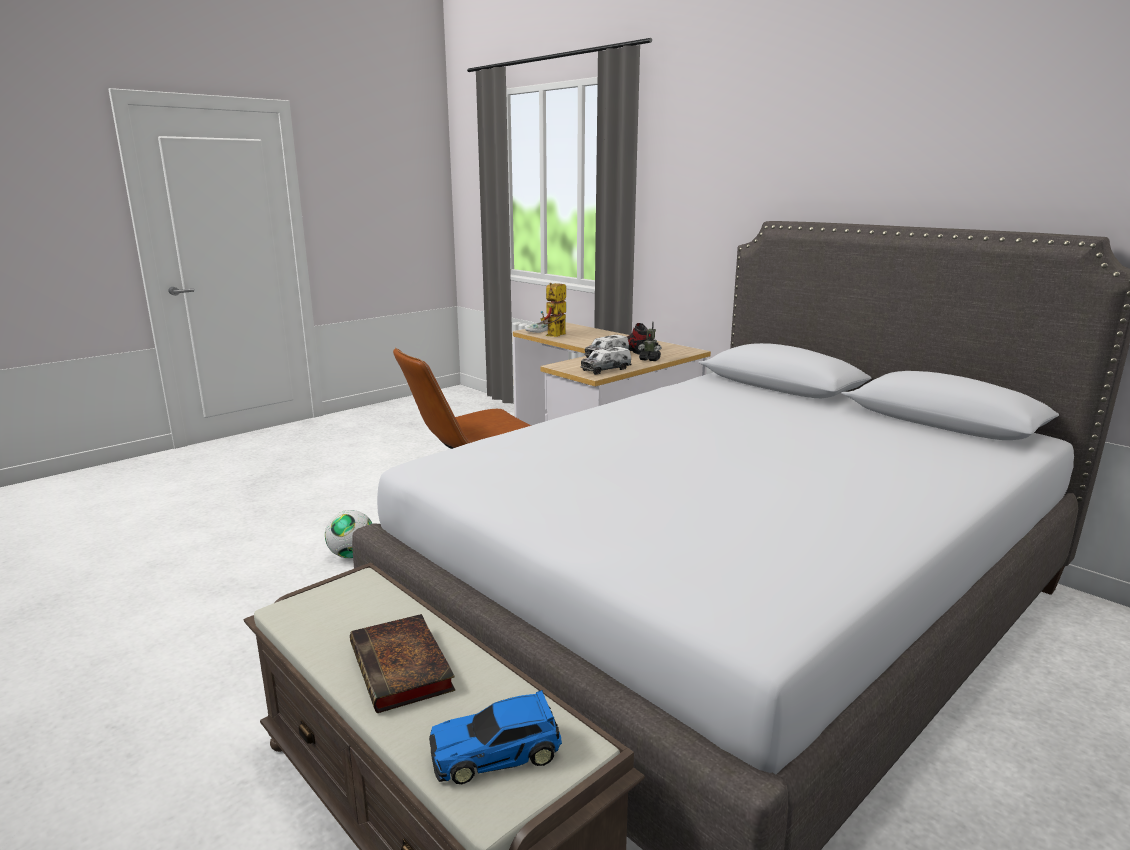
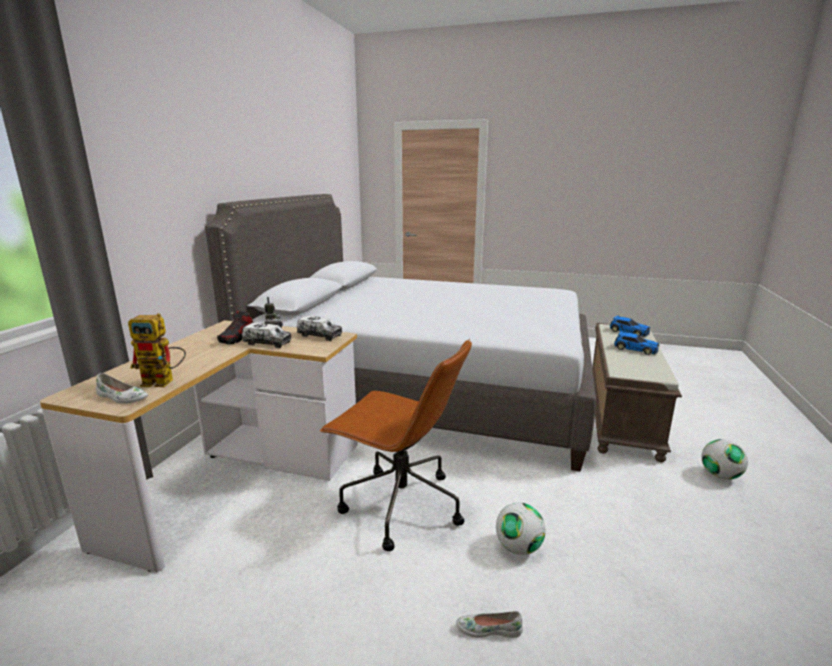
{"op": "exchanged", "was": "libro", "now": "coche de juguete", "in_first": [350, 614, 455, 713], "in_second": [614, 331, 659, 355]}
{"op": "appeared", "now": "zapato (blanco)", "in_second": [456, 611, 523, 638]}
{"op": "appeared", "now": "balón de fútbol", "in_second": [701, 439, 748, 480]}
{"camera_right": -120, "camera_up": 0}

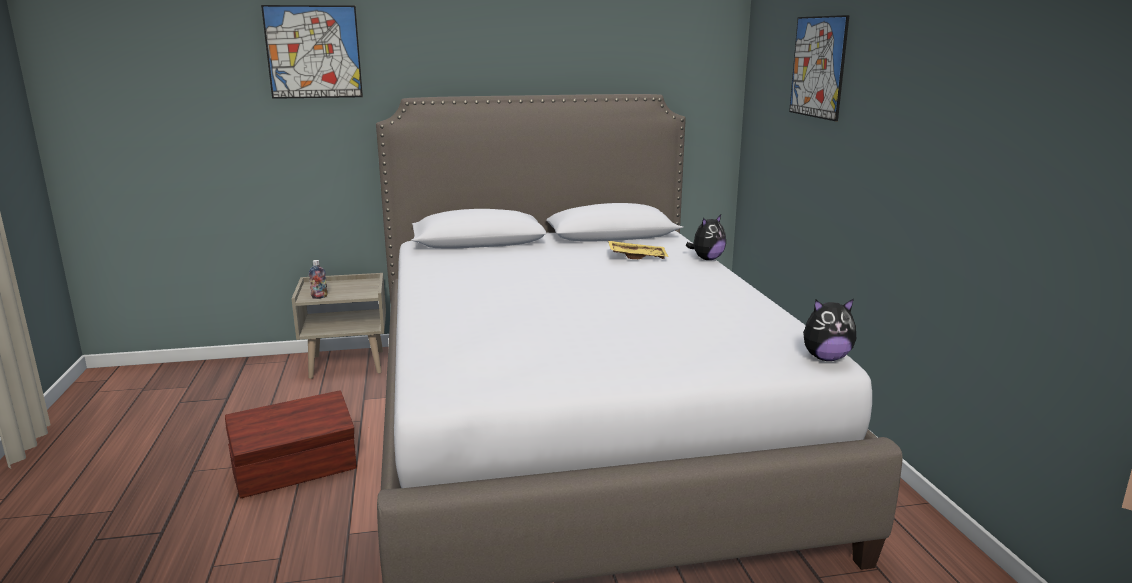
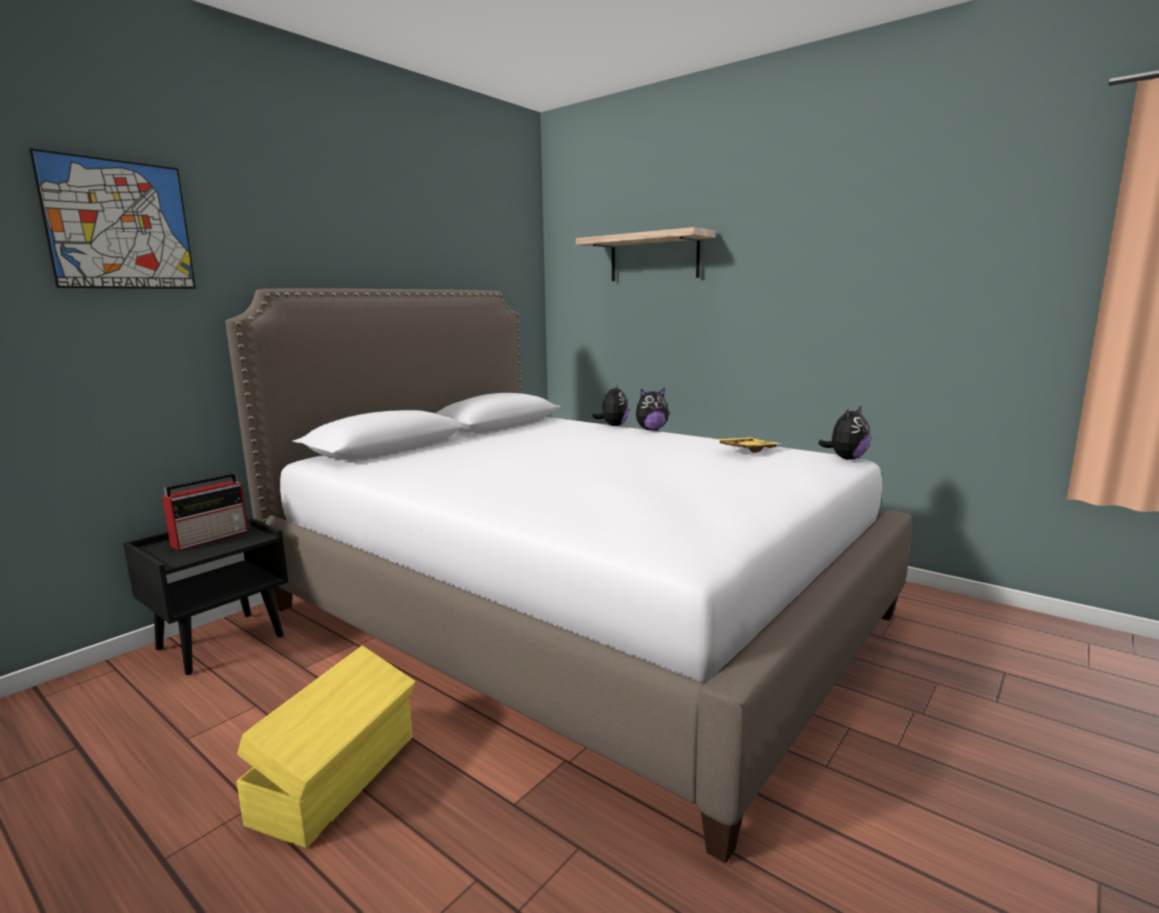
{"op": "colour", "was": "caja de almacenaje (marrón)", "now": "caja de almacenaje (amarillo)", "in_first": [225, 390, 357, 498], "in_second": [236, 646, 415, 848]}
{"op": "colour", "was": "mesita de noche (beis)", "now": "mesita de noche (negro)", "in_first": [291, 273, 386, 379], "in_second": [123, 516, 288, 675]}
{"op": "missing", "was": "botella", "in_first": [309, 260, 328, 299]}
{"op": "relocated", "was": "bandeja (amarillo)", "in_first": [608, 241, 669, 259], "in_second": [717, 437, 781, 453]}
{"op": "exchanged", "was": "cuadro", "now": "estante", "in_first": [789, 15, 849, 121], "in_second": [576, 227, 716, 281]}
{"op": "appeared", "now": "radio", "in_second": [162, 473, 248, 551]}
{"op": "appeared", "now": "peluche", "in_second": [636, 388, 669, 430]}
{"camera_right": -40, "camera_up": -5}

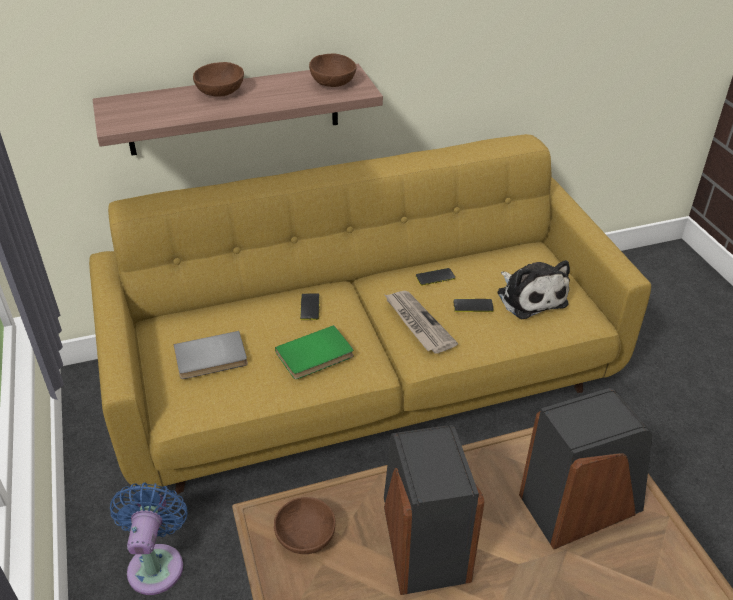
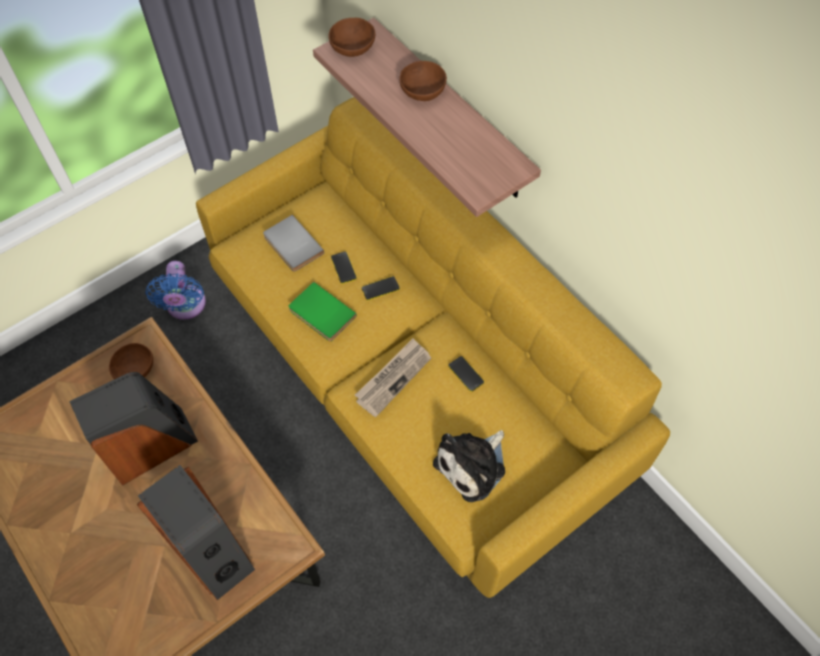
{"op": "spun", "was": "ventilador (azul)", "in_first": [110, 482, 188, 595], "in_second": [145, 261, 206, 320], "clockwise": 105}
{"op": "relocated", "was": "cuenco (marrón)", "in_first": [309, 53, 356, 87], "in_second": [328, 18, 375, 57]}
{"op": "relocated", "was": "móvil", "in_first": [453, 299, 494, 312], "in_second": [331, 252, 357, 284]}
{"camera_right": 70, "camera_up": 20}

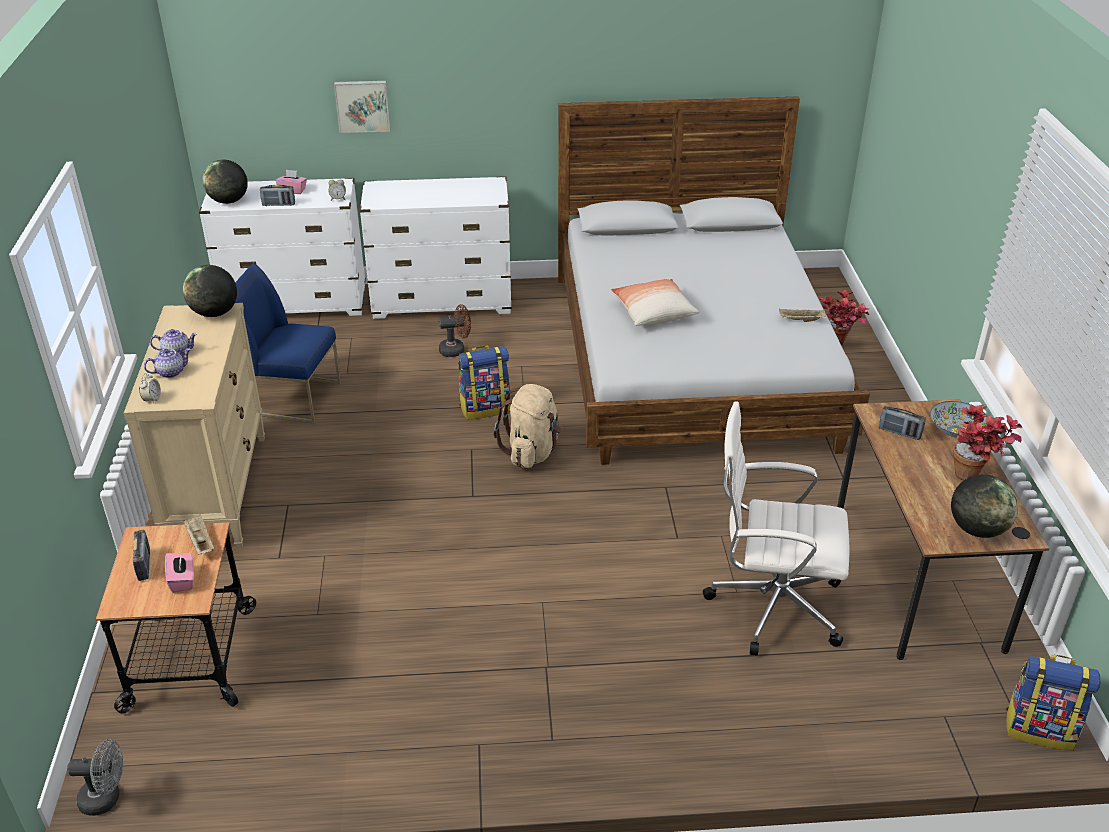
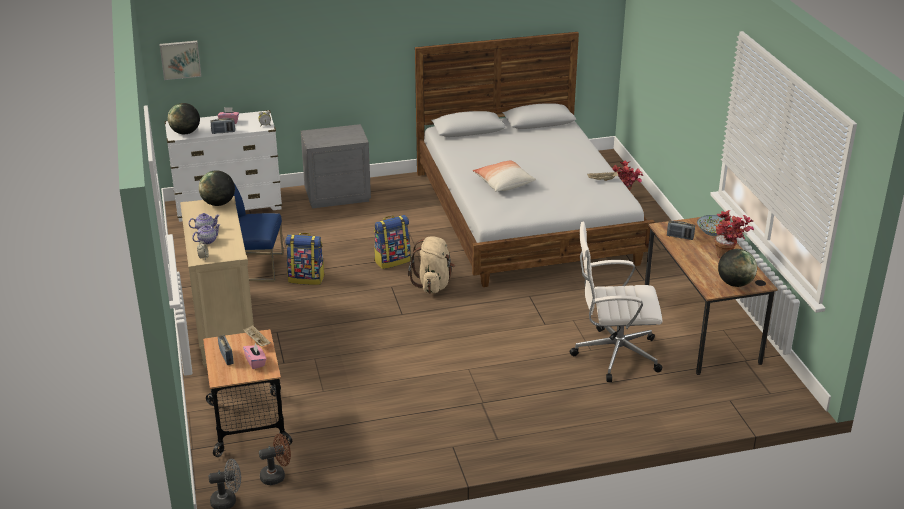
{"op": "relocated", "was": "cuadro", "in_first": [334, 81, 390, 133], "in_second": [159, 41, 202, 80]}
{"op": "exchanged", "was": "cómoda (blanco)", "now": "mesita de noche (gris)", "in_first": [360, 176, 512, 319], "in_second": [301, 124, 371, 208]}
{"op": "relocated", "was": "ventilador (marrón)", "in_first": [439, 304, 471, 357], "in_second": [259, 434, 291, 485]}
{"op": "relocated", "was": "mochila", "in_first": [1006, 654, 1101, 751], "in_second": [285, 233, 325, 285]}
{"camera_right": -10, "camera_up": -5}

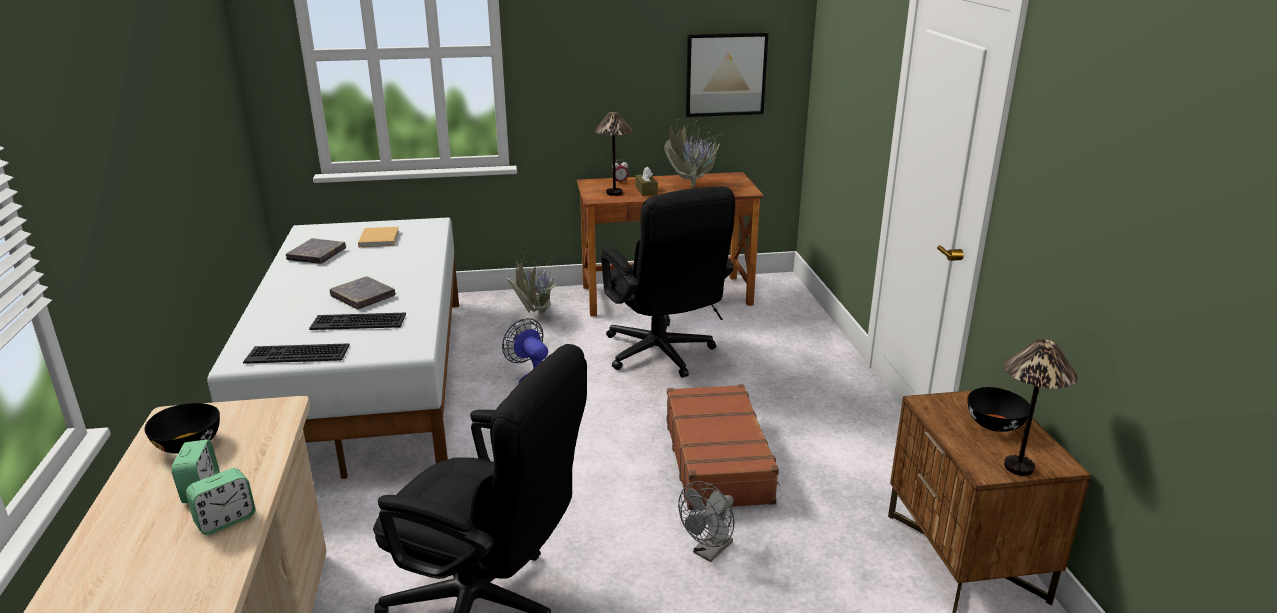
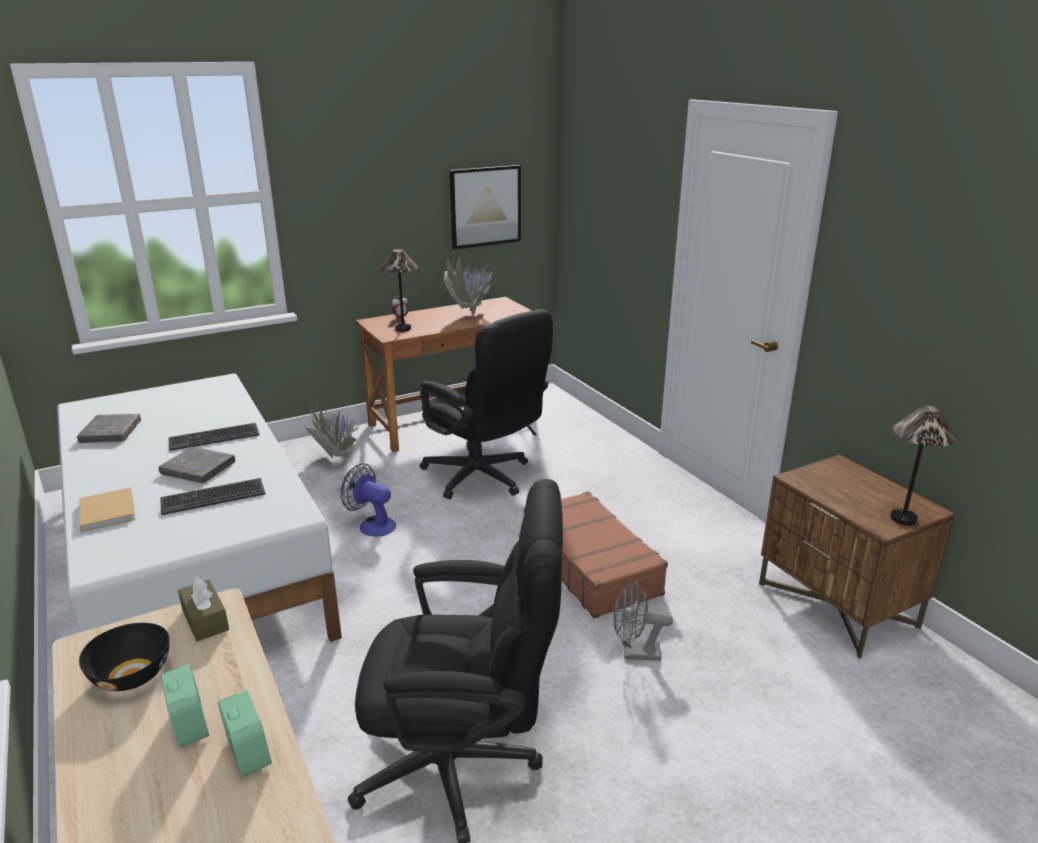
{"op": "spun", "was": "despertador", "in_first": [186, 468, 256, 535], "in_second": [218, 689, 271, 777], "clockwise": -60}
{"op": "relocated", "was": "teclado", "in_first": [243, 343, 350, 364], "in_second": [169, 423, 260, 451]}
{"op": "relocated", "was": "libro (beis)", "in_first": [358, 227, 399, 247], "in_second": [79, 487, 135, 532]}
{"op": "relocated", "was": "caja de pañuelos (marrón)", "in_first": [635, 166, 658, 196], "in_second": [178, 576, 229, 642]}
{"op": "spun", "was": "ventilador (gris)", "in_first": [678, 481, 735, 562], "in_second": [614, 581, 673, 661], "clockwise": 75}
{"op": "missing", "was": "cuenco (negro)", "in_first": [968, 387, 1030, 432]}
{"camera_right": -20, "camera_up": 0}

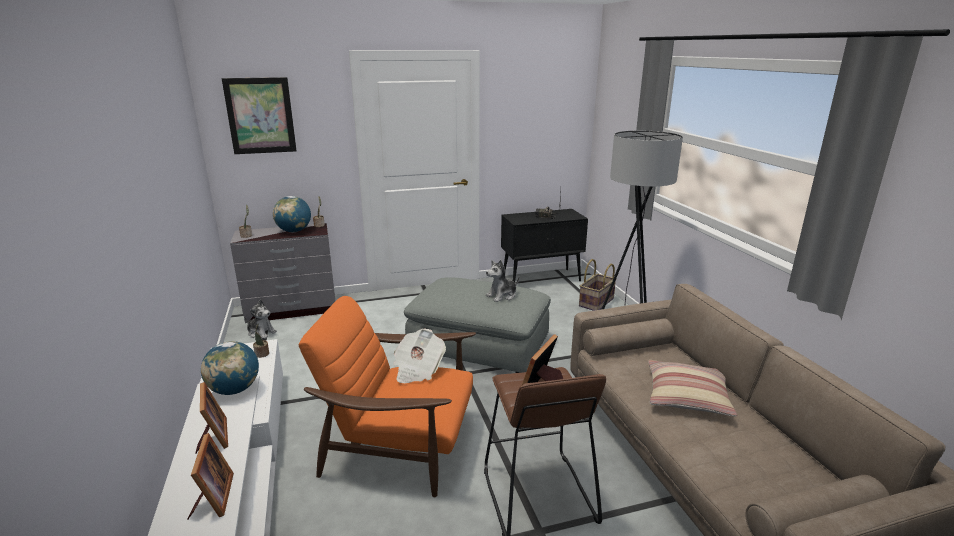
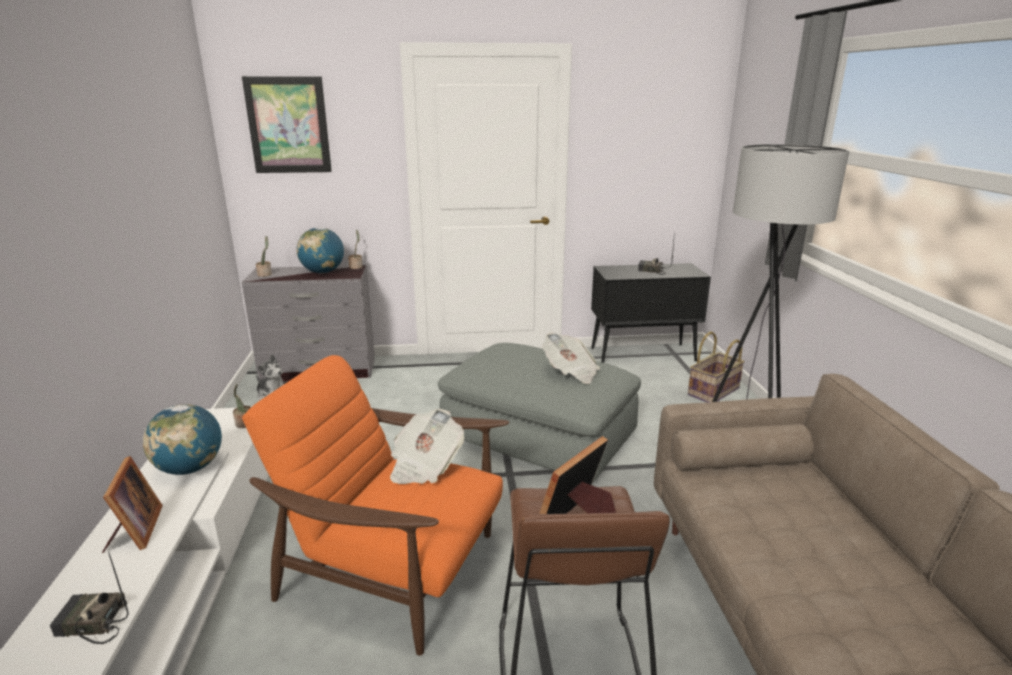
{"op": "exchanged", "was": "portarretratos", "now": "radio", "in_first": [187, 433, 234, 520], "in_second": [50, 552, 129, 644]}
{"op": "exchanged", "was": "peluche", "now": "periódico", "in_first": [486, 260, 519, 302], "in_second": [542, 333, 600, 384]}
{"op": "missing", "was": "cojín", "in_first": [648, 360, 737, 416]}
{"camera_right": 10, "camera_up": 0}

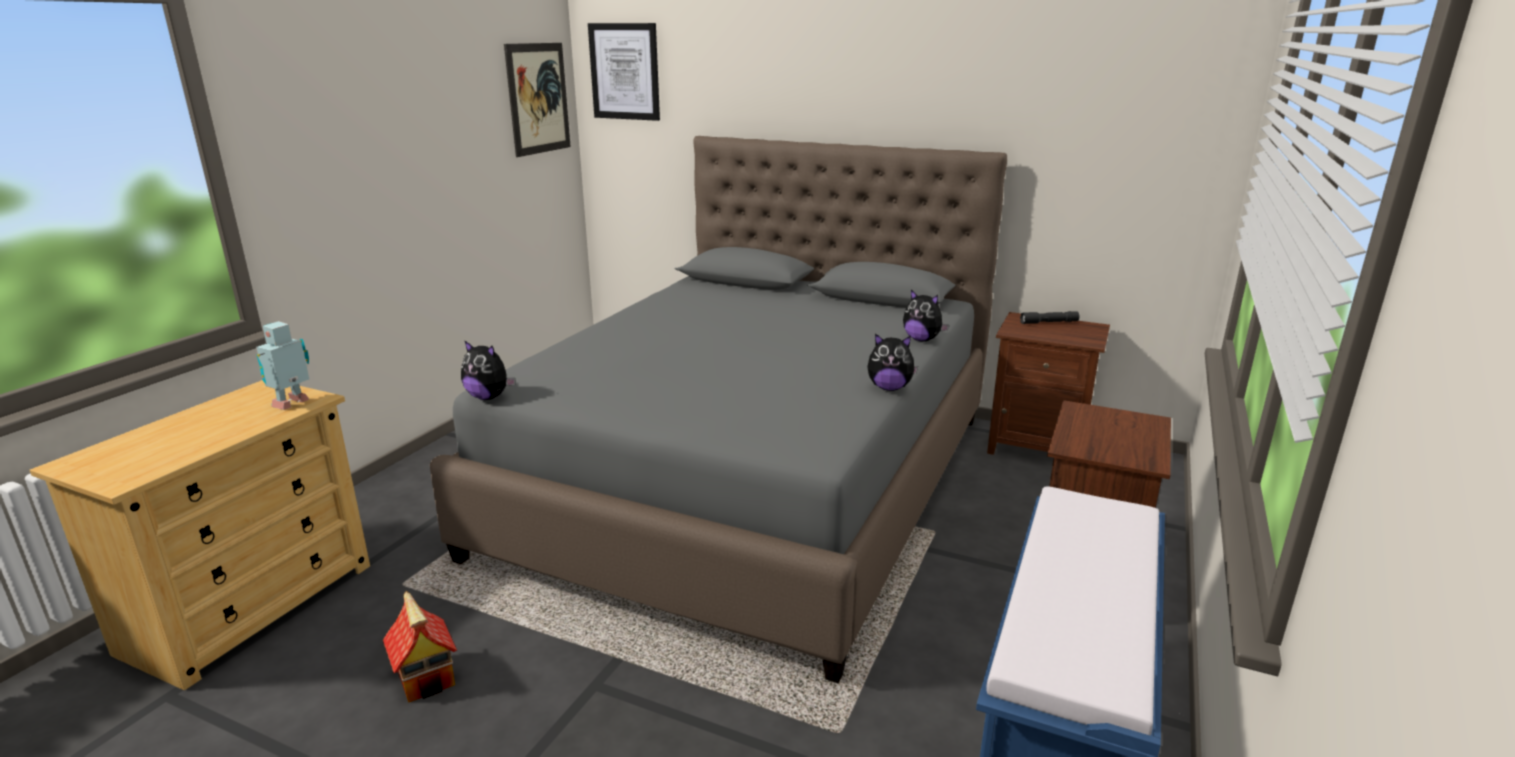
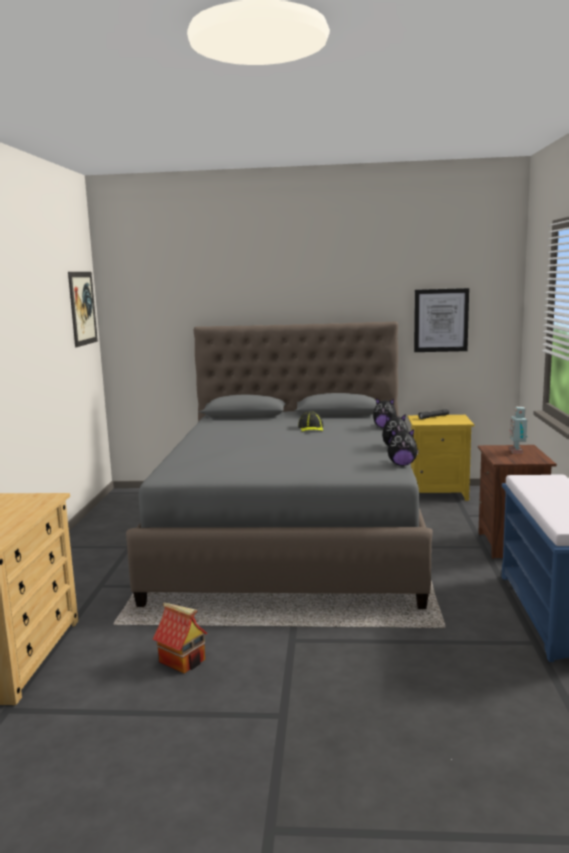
{"op": "relocated", "was": "robot de juguete", "in_first": [256, 321, 309, 410], "in_second": [509, 407, 528, 454]}
{"op": "relocated", "was": "peluche", "in_first": [461, 340, 516, 400], "in_second": [388, 429, 419, 466]}
{"op": "relocated", "was": "cuadro", "in_first": [588, 23, 660, 121], "in_second": [414, 288, 469, 352]}
{"op": "colour", "was": "mesita de noche (marrón)", "now": "mesita de noche (amarillo)", "in_first": [987, 312, 1110, 455], "in_second": [407, 415, 474, 501]}
{"op": "appeared", "now": "gorra", "in_second": [298, 411, 323, 432]}
{"camera_right": -20, "camera_up": -10}

